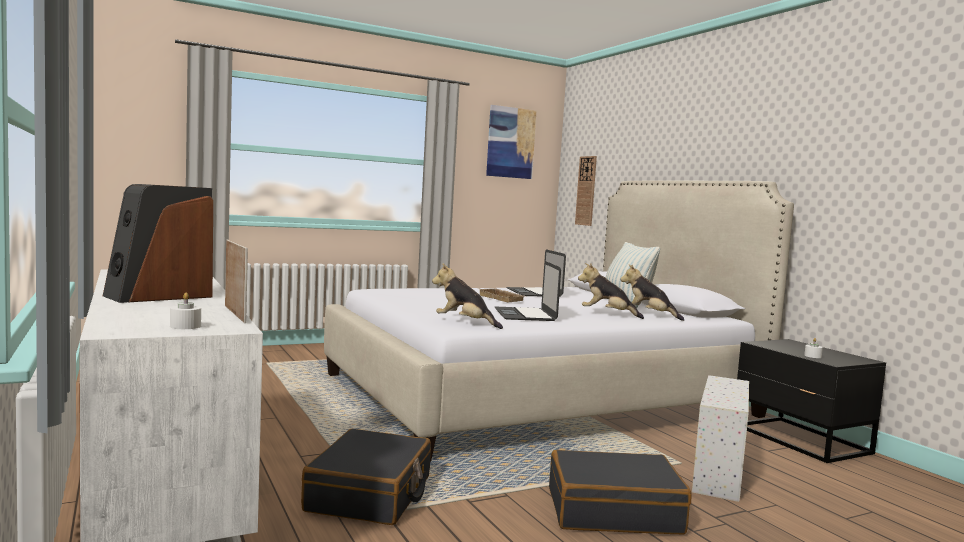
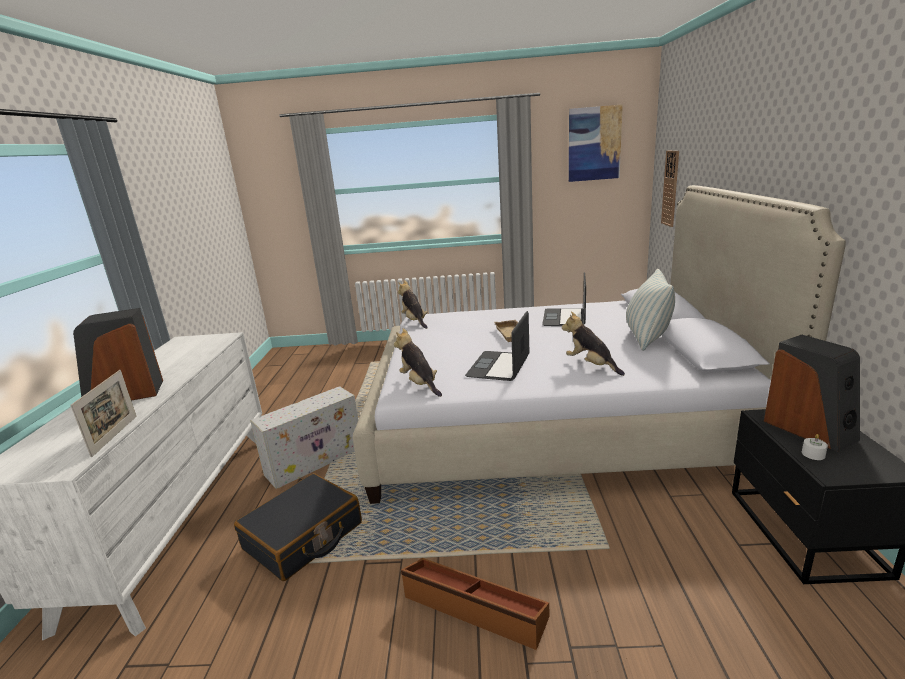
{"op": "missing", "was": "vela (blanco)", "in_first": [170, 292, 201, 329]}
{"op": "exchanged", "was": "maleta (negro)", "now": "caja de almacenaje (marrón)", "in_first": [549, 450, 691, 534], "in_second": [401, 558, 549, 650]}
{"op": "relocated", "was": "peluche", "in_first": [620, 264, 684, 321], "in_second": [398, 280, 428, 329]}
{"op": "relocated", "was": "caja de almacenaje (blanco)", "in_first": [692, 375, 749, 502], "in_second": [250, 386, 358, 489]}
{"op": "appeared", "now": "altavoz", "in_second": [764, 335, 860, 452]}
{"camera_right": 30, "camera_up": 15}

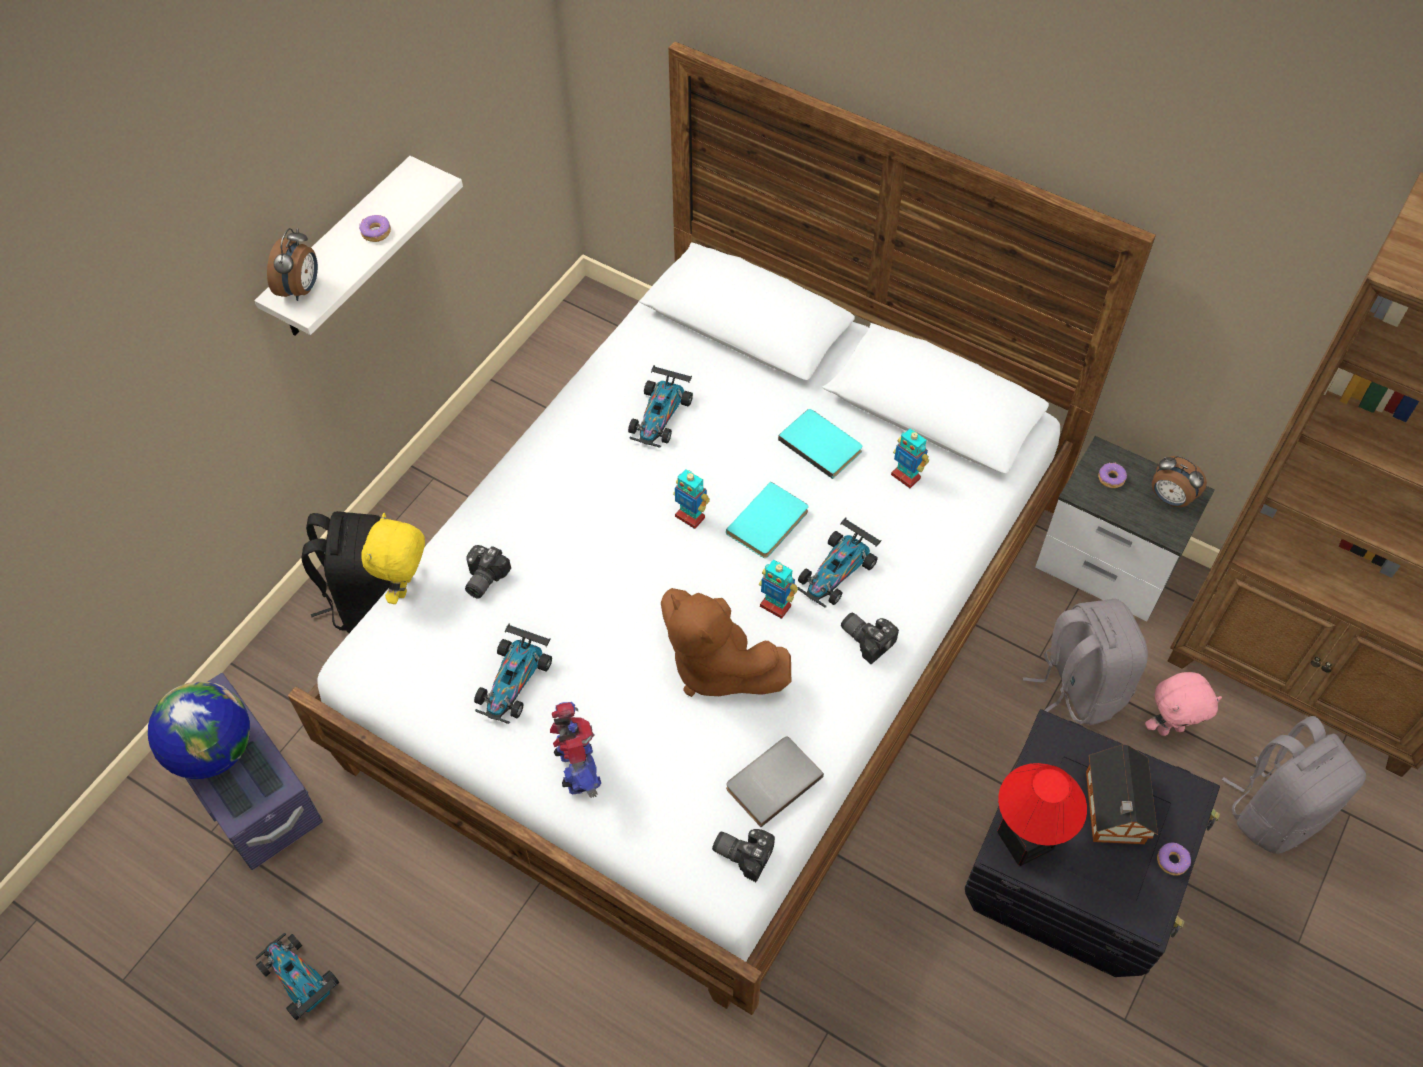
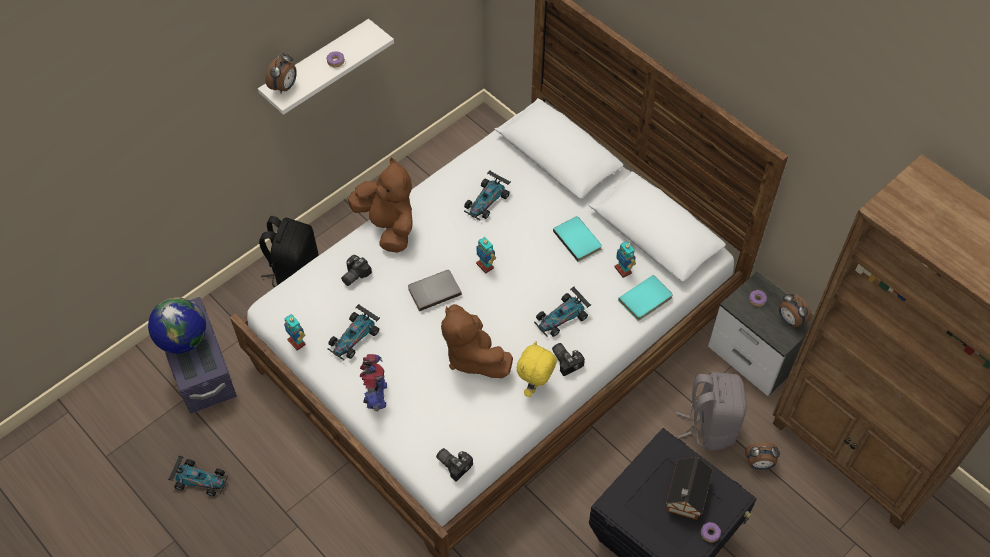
{"op": "spun", "was": "coche de juguete", "in_first": [256, 933, 339, 1020], "in_second": [168, 456, 228, 496], "clockwise": 135}
{"op": "relocated", "was": "peluche (amarillo)", "in_first": [361, 513, 425, 604], "in_second": [517, 341, 557, 397]}
{"op": "relocated", "was": "libro (turquesa)", "in_first": [726, 482, 808, 558], "in_second": [618, 275, 673, 321]}
{"op": "relocated", "was": "libro (gris)", "in_first": [726, 737, 824, 827], "in_second": [408, 270, 462, 311]}
{"op": "relocated", "was": "robot de juguete", "in_first": [759, 560, 798, 619], "in_second": [284, 314, 306, 351]}
{"op": "missing", "was": "lámpara de mesa", "in_first": [997, 763, 1087, 866]}
{"op": "exchanged", "was": "peluche (rosa)", "now": "despertador", "in_first": [1145, 672, 1222, 736], "in_second": [745, 442, 780, 470]}
{"op": "missing", "was": "mochila (gris)", "in_first": [1222, 716, 1366, 854]}
{"op": "appeared", "now": "peluche (marrón)", "in_second": [348, 157, 413, 253]}
{"camera_right": 15, "camera_up": 0}

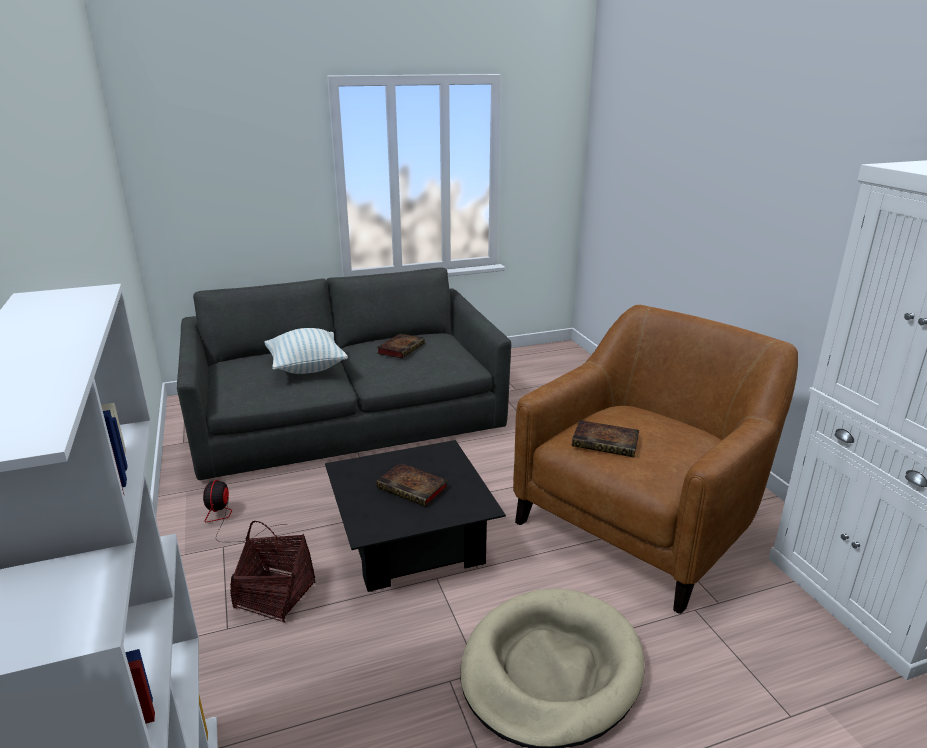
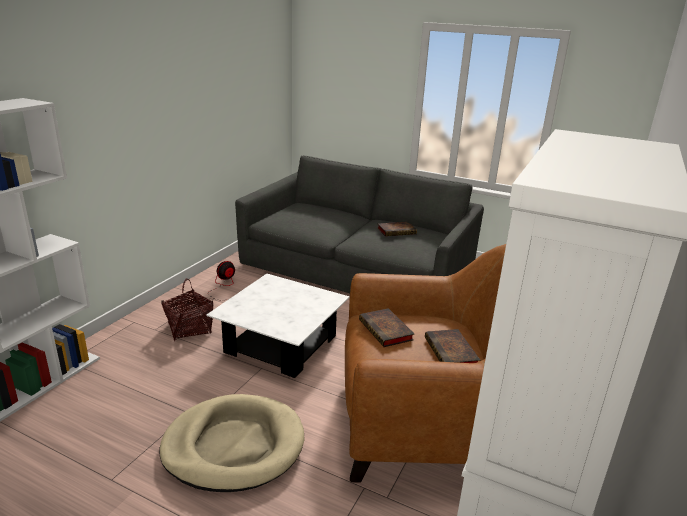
{"op": "missing", "was": "cojín", "in_first": [264, 328, 348, 374]}
{"op": "colour", "was": "mesa de centro (negro)", "now": "mesa de centro (blanco)", "in_first": [325, 440, 506, 592], "in_second": [206, 274, 350, 378]}
{"op": "relocated", "was": "libro", "in_first": [376, 462, 448, 507], "in_second": [425, 329, 480, 363]}
{"camera_right": 45, "camera_up": 0}

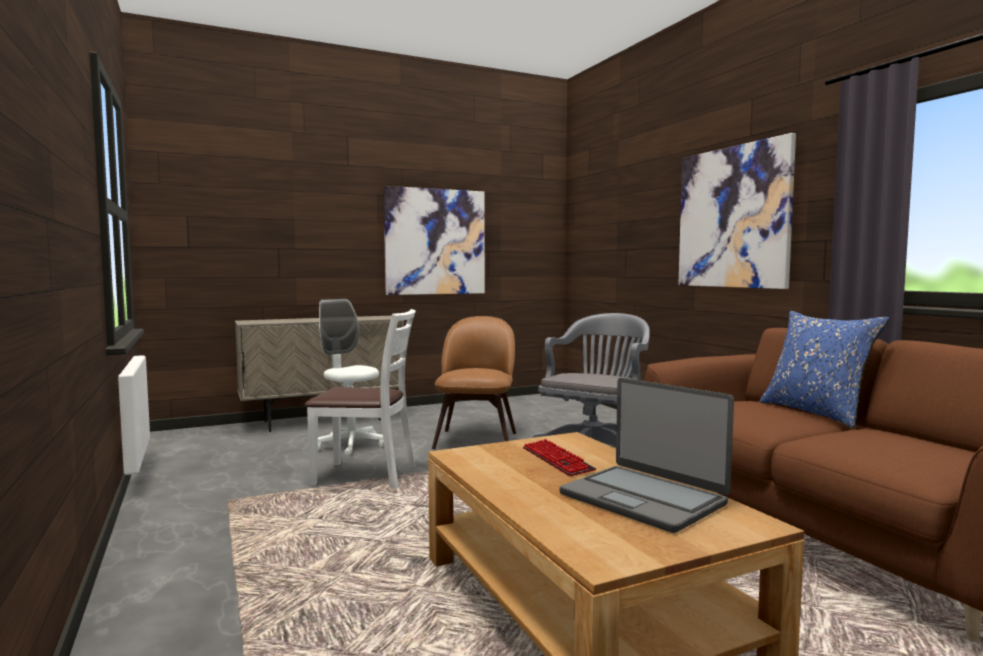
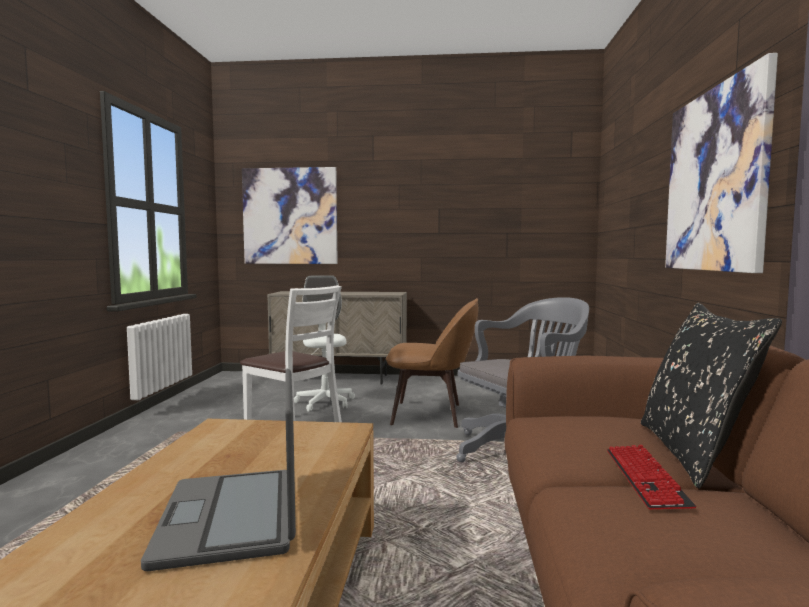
{"op": "relocated", "was": "cuadro", "in_first": [384, 186, 485, 295], "in_second": [242, 167, 338, 264]}
{"op": "spun", "was": "silla (marrón)", "in_first": [432, 316, 516, 449], "in_second": [386, 298, 478, 428], "clockwise": 60}
{"op": "relocated", "was": "teclado", "in_first": [523, 439, 596, 476], "in_second": [607, 445, 697, 509]}
{"op": "colour", "was": "cojín (azul)", "now": "cojín (negro)", "in_first": [760, 311, 889, 428], "in_second": [641, 303, 782, 489]}
{"camera_right": 30, "camera_up": 0}

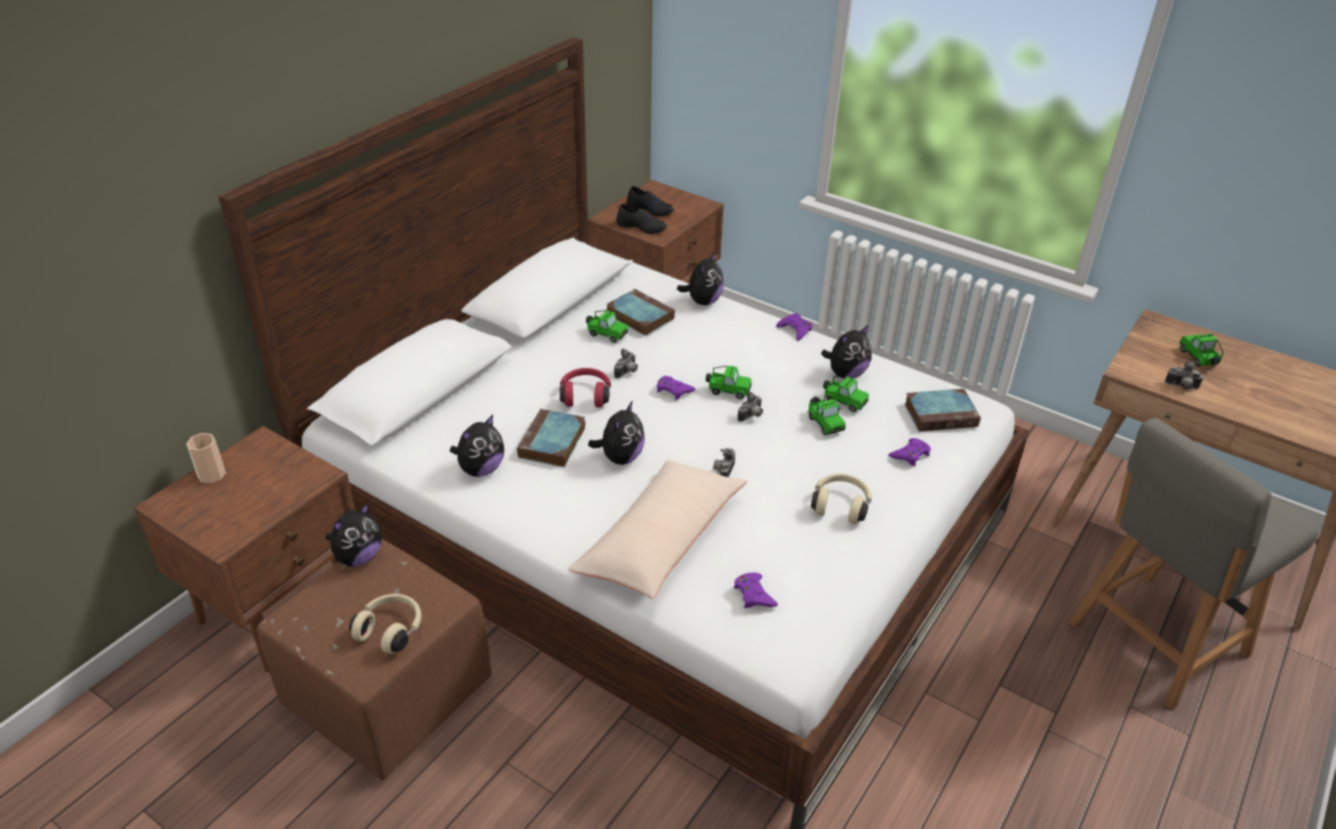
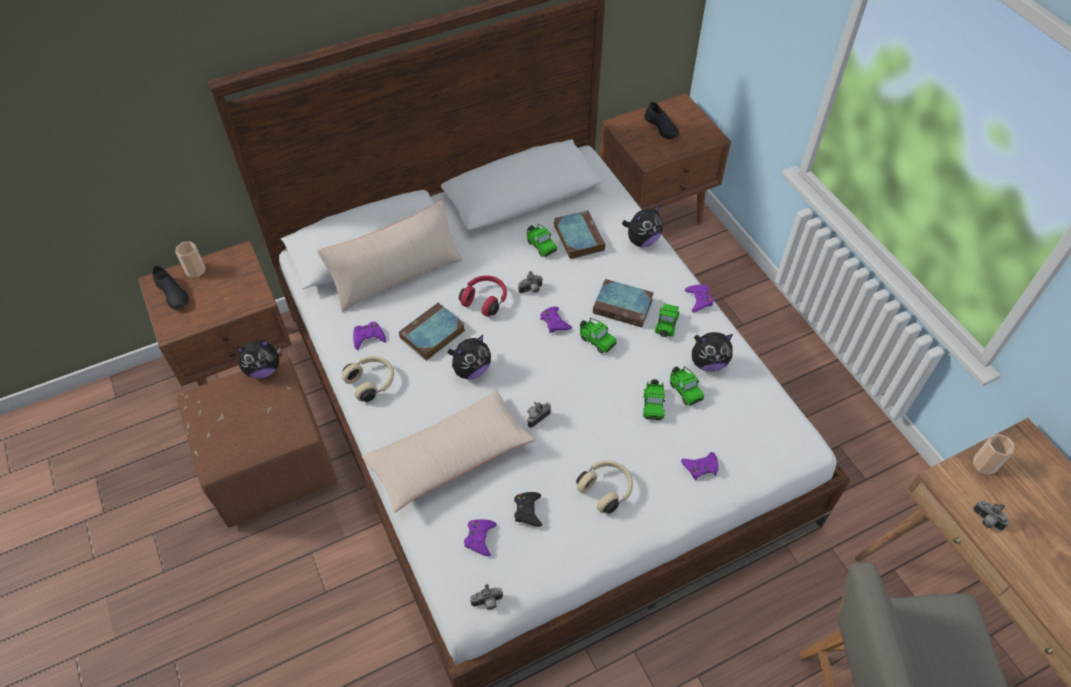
{"op": "relocated", "was": "auriculares (beis)", "in_first": [349, 594, 422, 654], "in_second": [342, 356, 394, 402]}
{"op": "exchanged", "was": "peluche", "now": "mando de consola (morado)", "in_first": [450, 415, 504, 477], "in_second": [353, 322, 386, 350]}
{"op": "relocated", "was": "zapato (negro)", "in_first": [616, 204, 667, 234], "in_second": [152, 266, 189, 310]}
{"op": "relocated", "was": "cámara", "in_first": [737, 391, 763, 422], "in_second": [470, 584, 503, 610]}
{"op": "relocated", "was": "libro", "in_first": [904, 389, 981, 432], "in_second": [593, 279, 654, 327]}
{"op": "relocated", "was": "coche de juguete", "in_first": [1179, 334, 1224, 367], "in_second": [655, 304, 680, 337]}
{"op": "appeared", "now": "cojín (beis)", "in_second": [317, 199, 462, 312]}
{"op": "appeared", "now": "mando de consola (negro)", "in_second": [514, 492, 542, 527]}
{"op": "appeared", "now": "taza", "in_second": [973, 434, 1015, 475]}
{"camera_right": 30, "camera_up": 15}

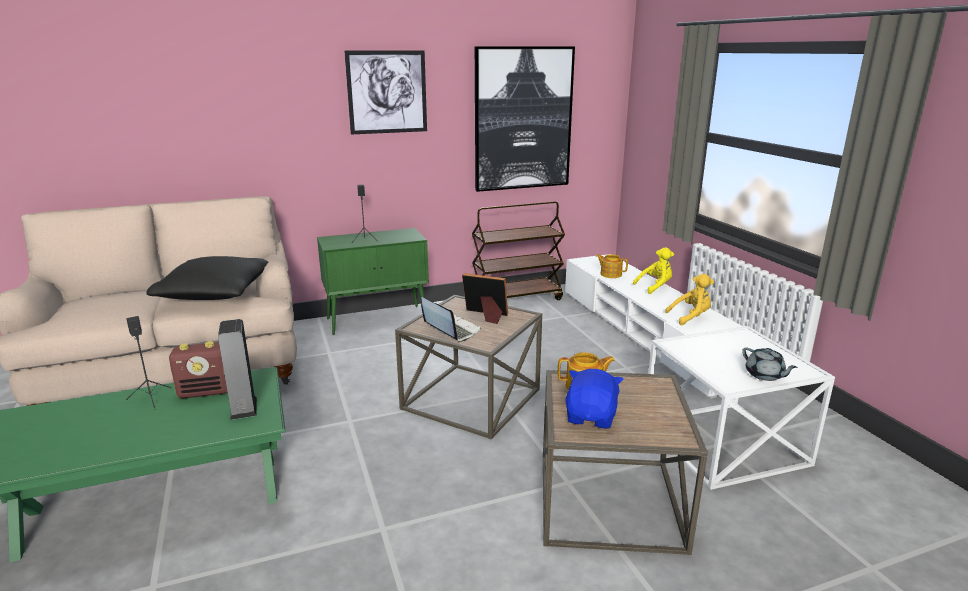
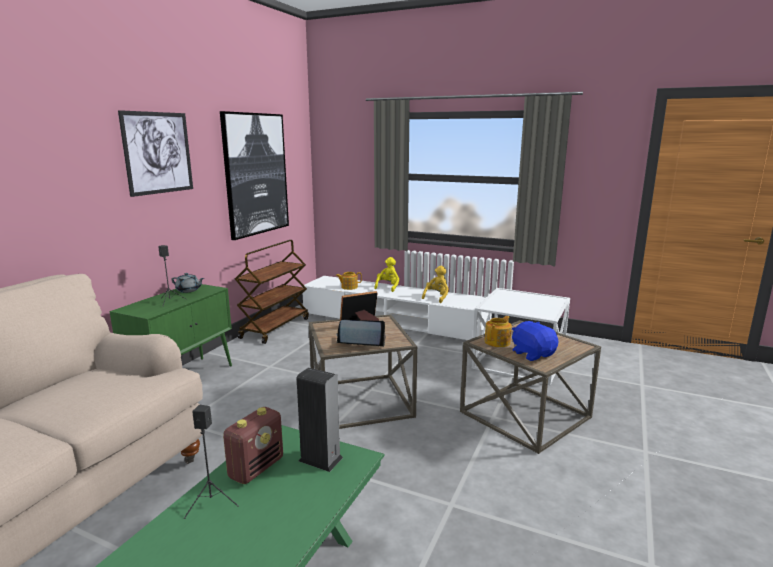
{"op": "missing", "was": "cojín (negro)", "in_first": [146, 256, 269, 300]}
{"op": "relocated", "was": "tetera (gris)", "in_first": [742, 347, 798, 381], "in_second": [171, 273, 204, 293]}
{"camera_right": -45, "camera_up": -5}

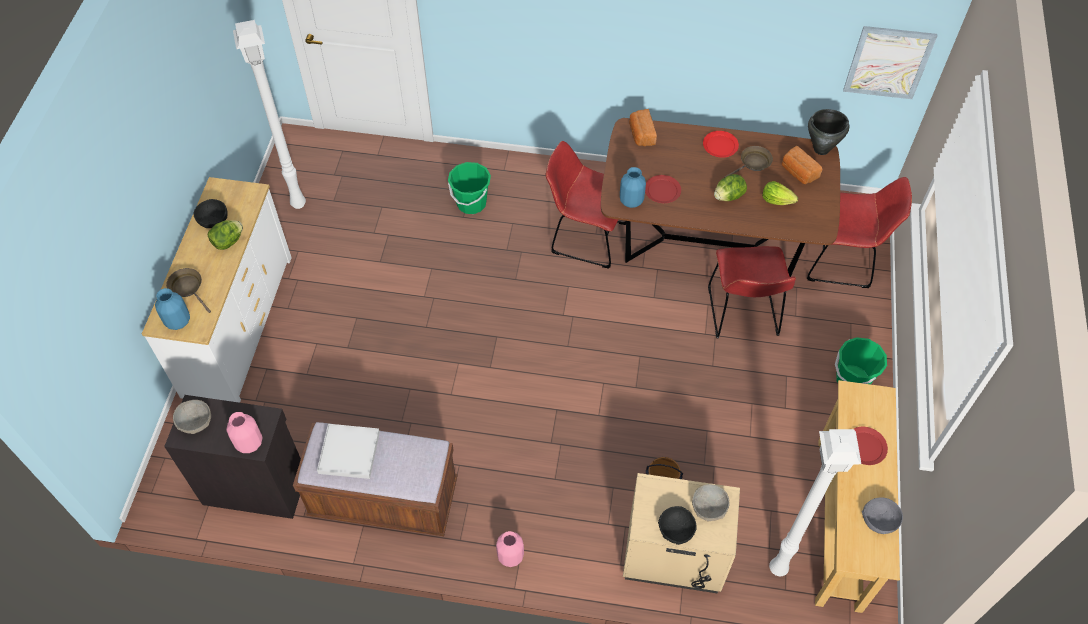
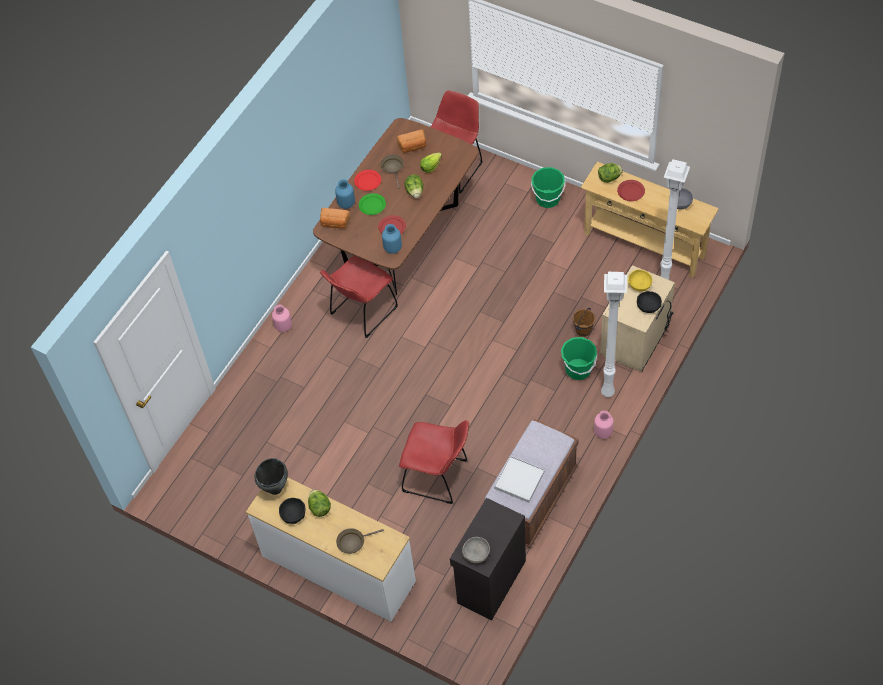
{"op": "relocated", "was": "florero (azul)", "in_first": [155, 288, 190, 330], "in_second": [335, 179, 355, 209]}
{"op": "relocated", "was": "florero (rosa)", "in_first": [226, 412, 262, 453], "in_second": [272, 305, 292, 332]}
{"op": "relocated", "was": "lámpara de pie (blanco)", "in_first": [233, 20, 306, 209], "in_second": [601, 272, 627, 397]}
{"op": "relocated", "was": "cubo (verde)", "in_first": [448, 162, 491, 214], "in_second": [561, 337, 597, 380]}
{"op": "colour", "was": "cuenco (gris)", "now": "cuenco (amarillo)", "in_first": [692, 484, 730, 521], "in_second": [628, 269, 653, 292]}
{"op": "relocated", "was": "silla (rojo)", "in_first": [708, 246, 796, 338], "in_second": [399, 420, 469, 504]}
{"op": "relocated", "was": "olla (negro)", "in_first": [808, 109, 850, 155], "in_second": [255, 458, 288, 495]}
{"op": "missing", "was": "cuadro", "in_first": [843, 26, 937, 99]}
{"op": "appeared", "now": "plato (verde)", "in_second": [359, 193, 386, 215]}
{"op": "appeared", "now": "lechuga", "in_second": [598, 163, 623, 183]}
{"camera_right": -65, "camera_up": 0}

